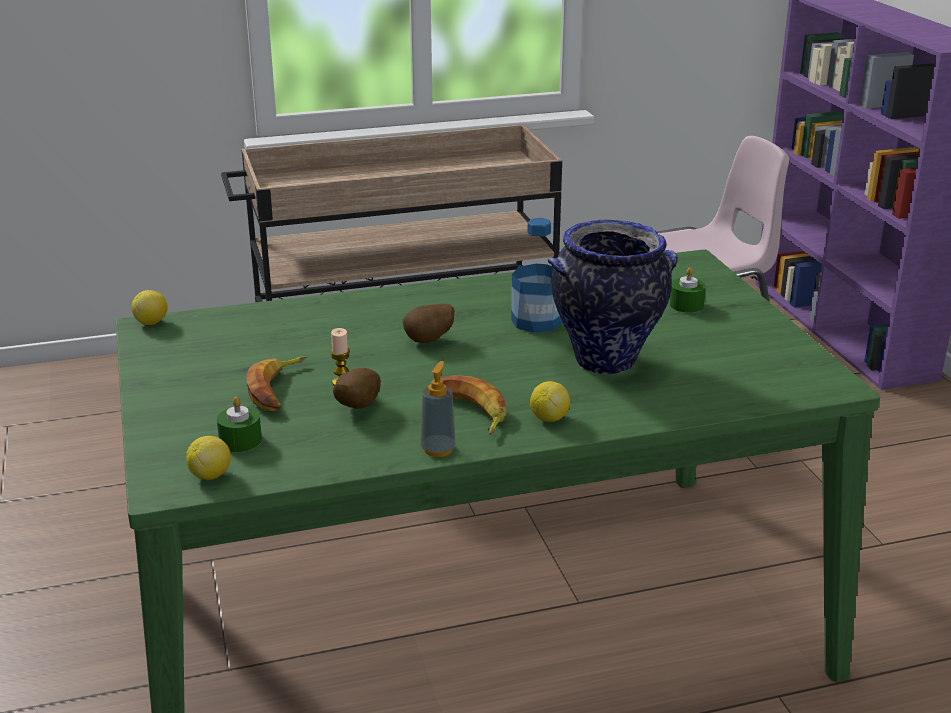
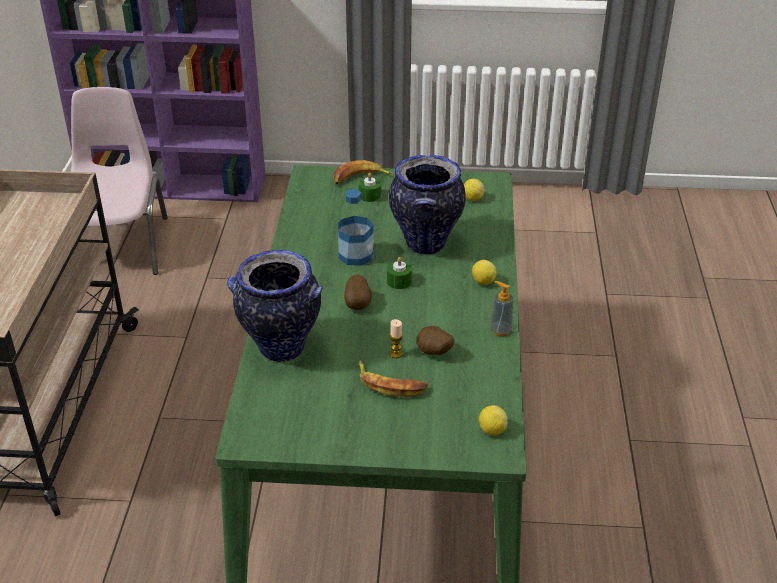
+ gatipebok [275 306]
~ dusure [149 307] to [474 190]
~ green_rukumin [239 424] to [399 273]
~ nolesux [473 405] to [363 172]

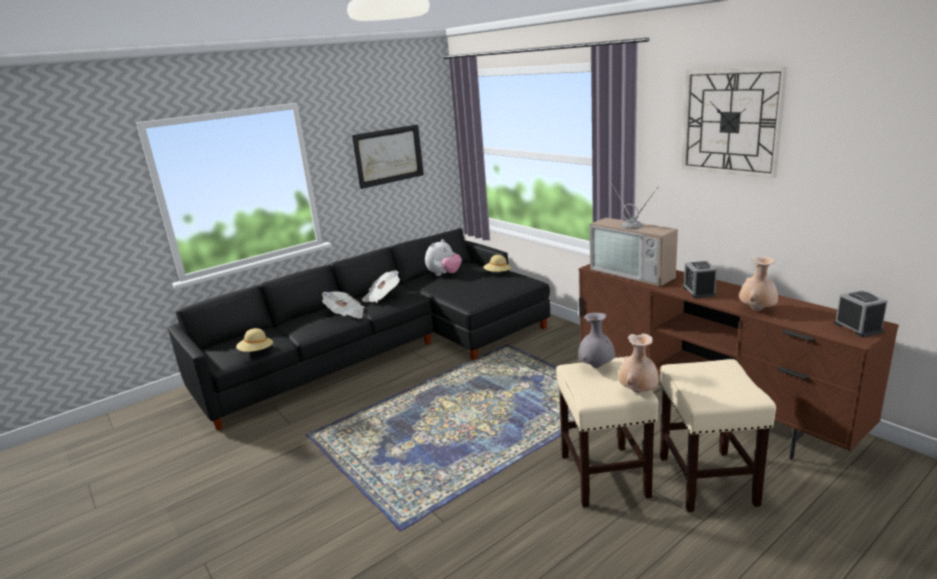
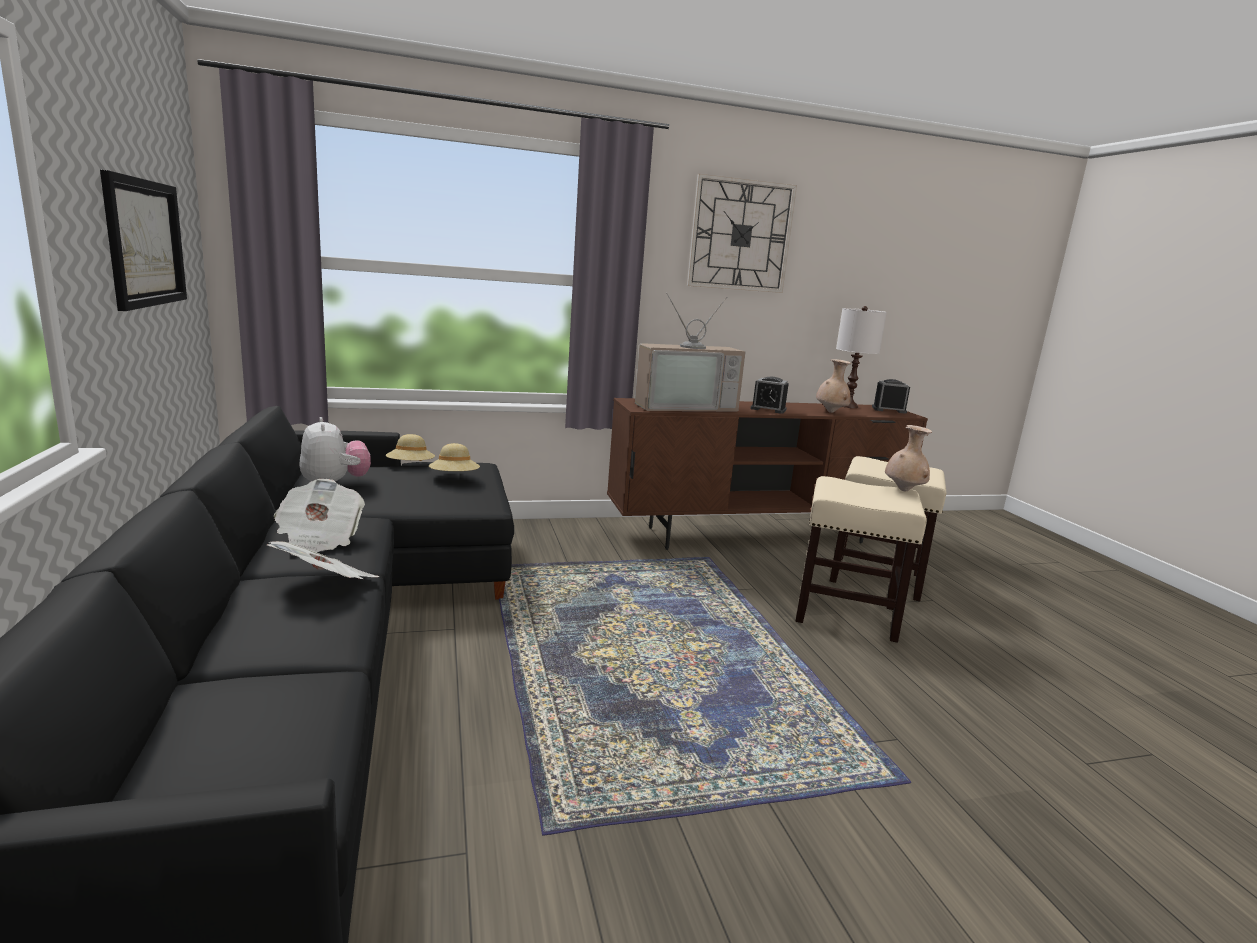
- grey_gatipebok [596 340]
+ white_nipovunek [861 357]
~ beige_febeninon [255 340] to [454 457]

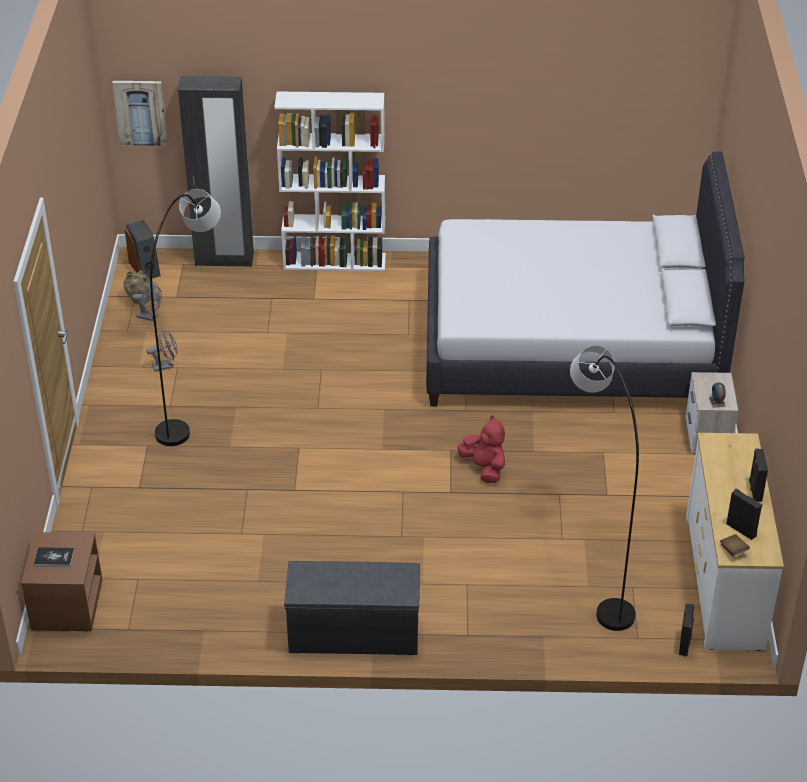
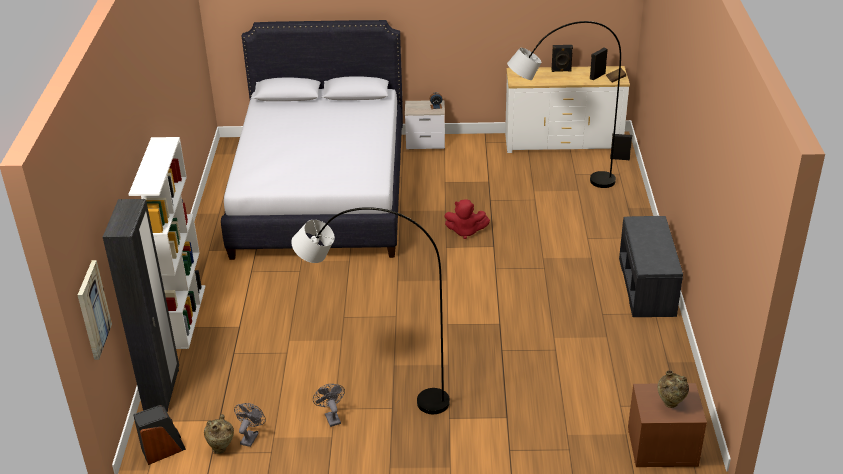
~ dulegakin [54 557] to beige_gatipebok [673 389]
~ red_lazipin [481 449] = [467 219] 135 degrees counterclockwise

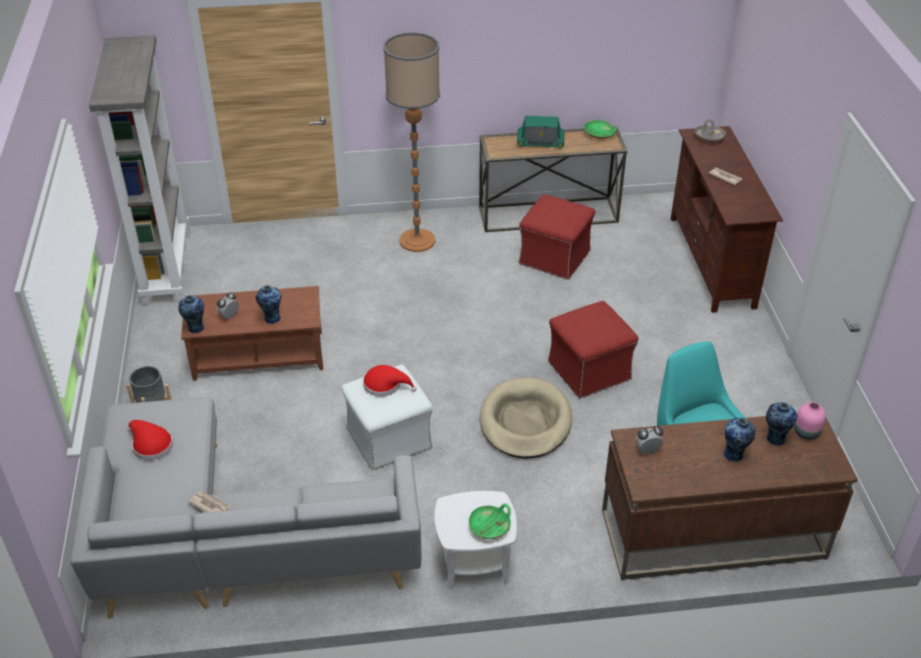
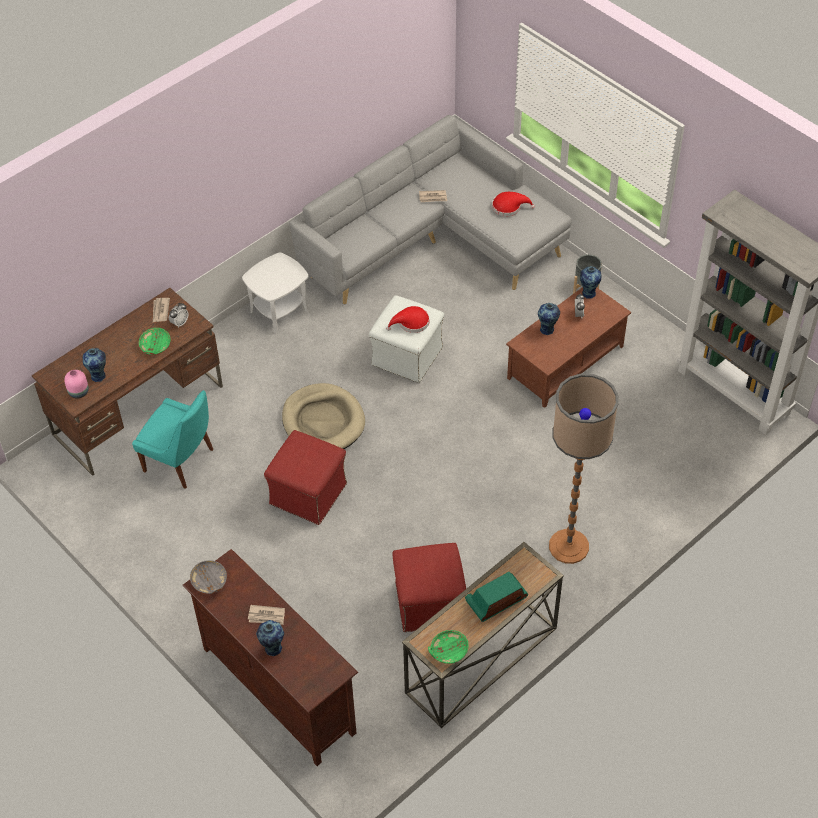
+ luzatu [161 310]
~ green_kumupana [490 521] to [155 341]
~ grey_kumupana [710 130] to [208 577]
~ gatipebok [739 440] to [270 638]

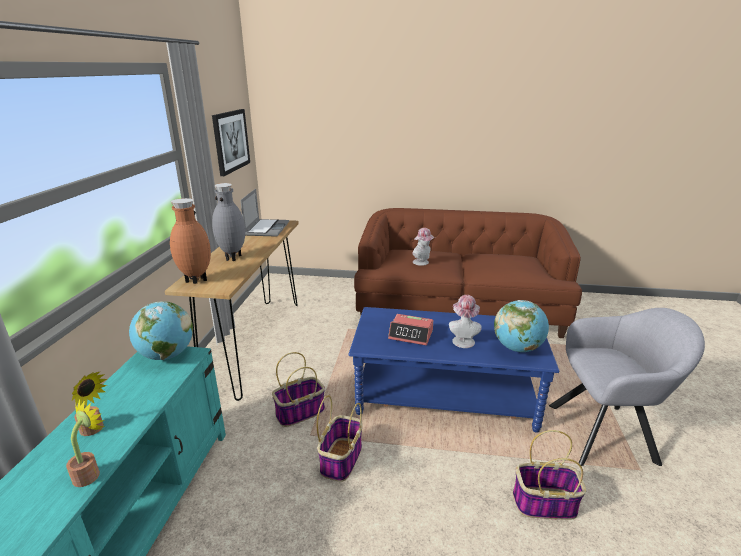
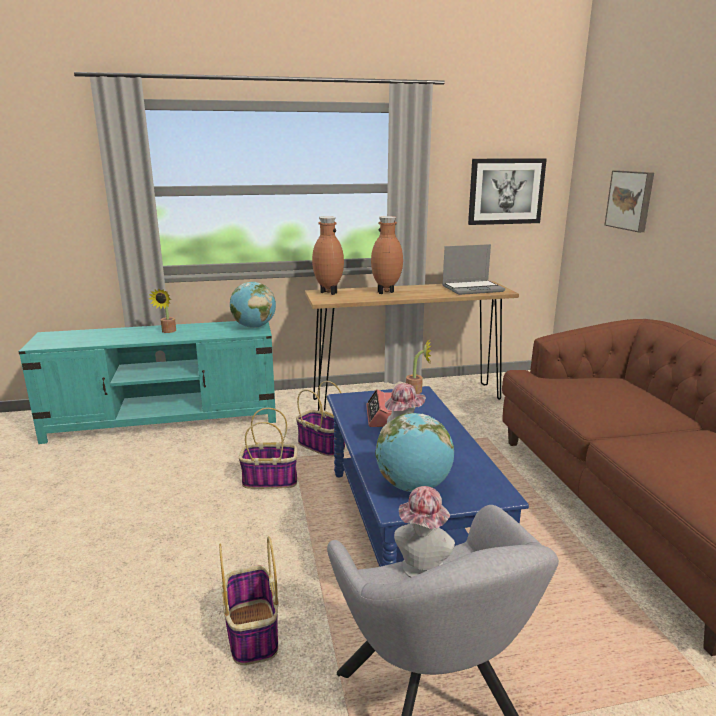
+ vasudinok [629 201]
~ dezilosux [85 443] to [419 366]
~ febeninon [423 247] to [424 532]
~ grey_gatipebok [228 222] to brown_gatipebok [387 255]

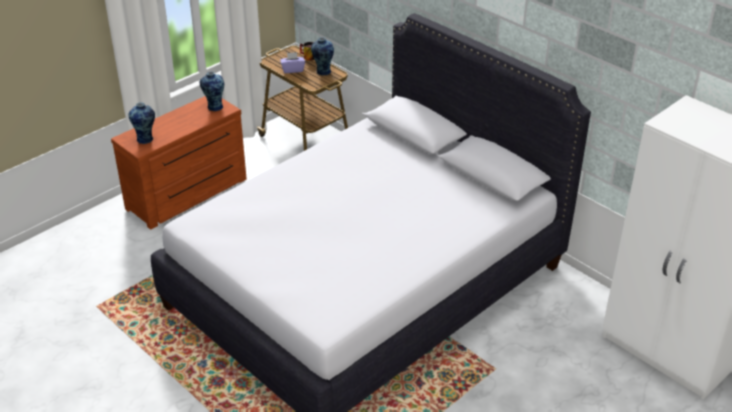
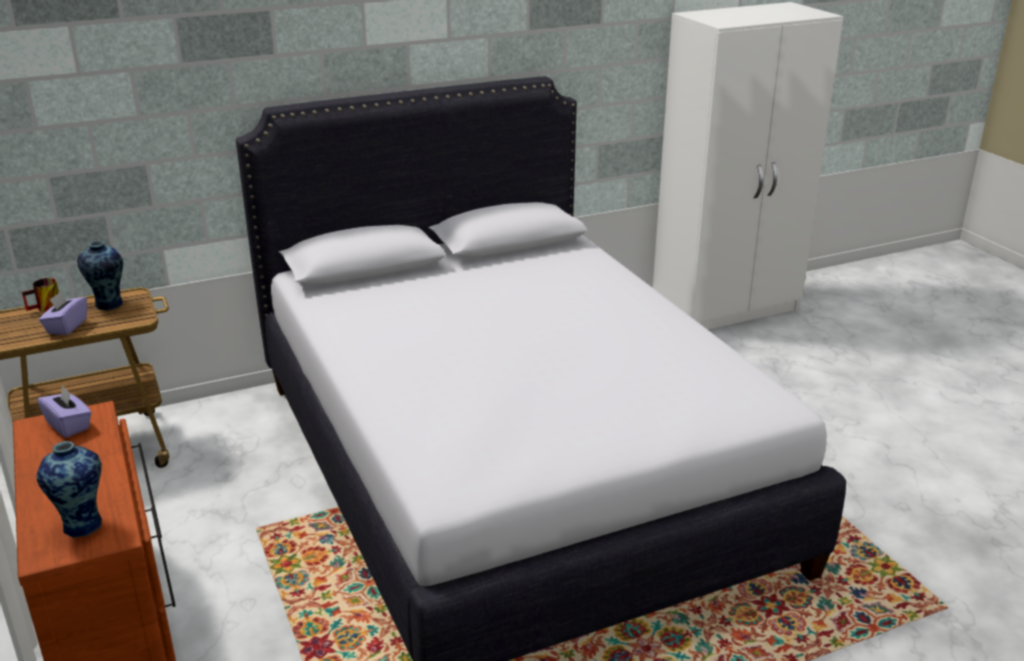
~ gatipebok [212 91] to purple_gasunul [64 411]

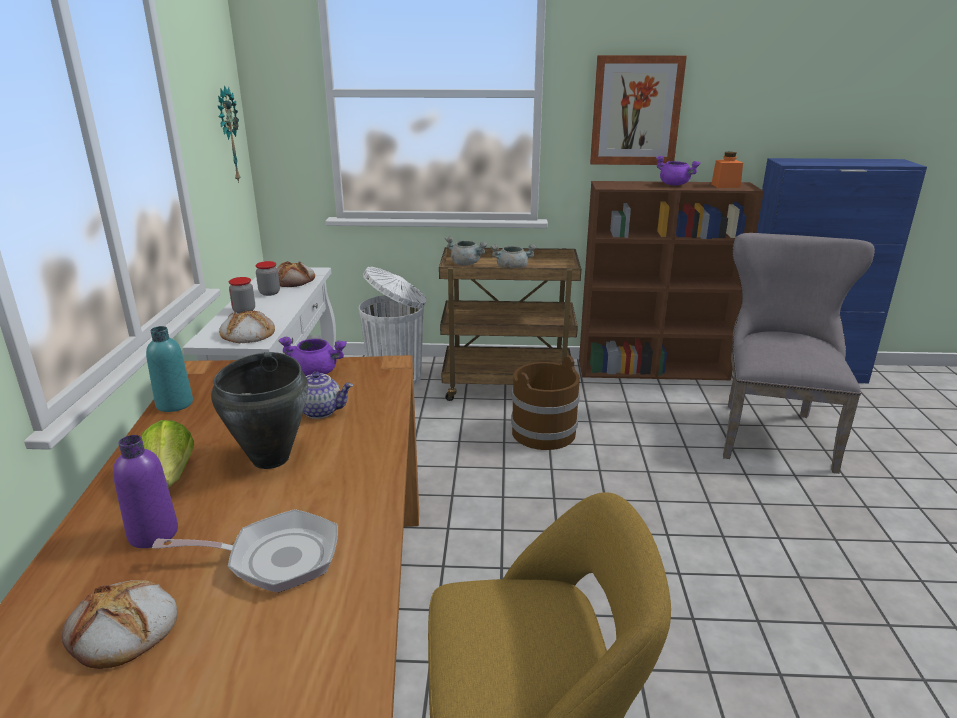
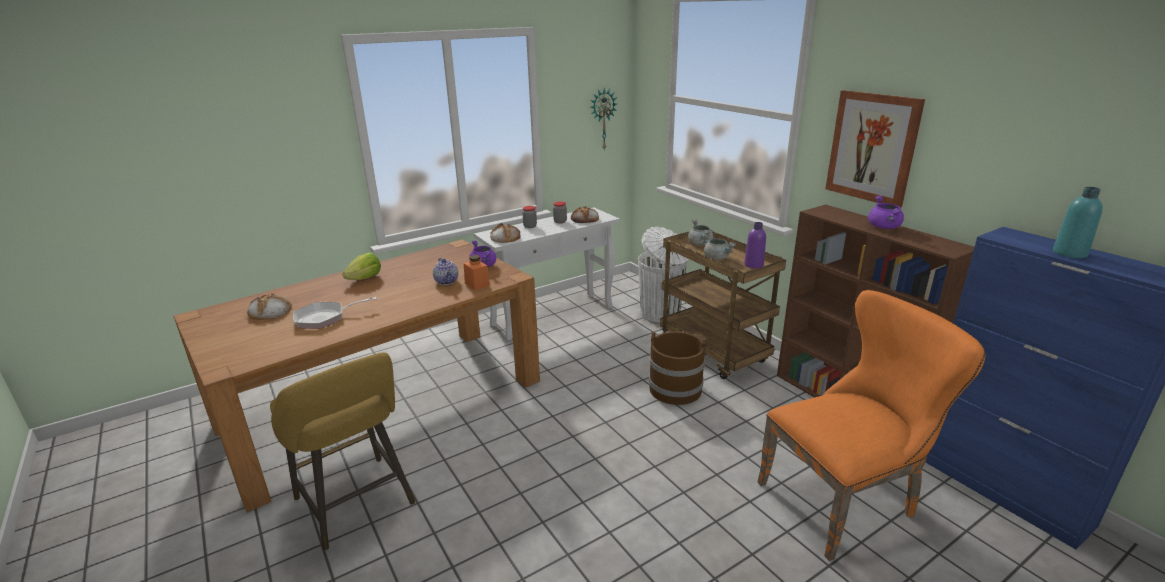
- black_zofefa [259 410]
~ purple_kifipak [145 491] to [755 245]
~ turquoise_kifipak [169 369] to [1078 222]
~ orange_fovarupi [727 170] to [477 272]
~ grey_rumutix [799 353] to orange_rumutix [871 425]
~ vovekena [245 551] = [335 313] 105 degrees clockwise

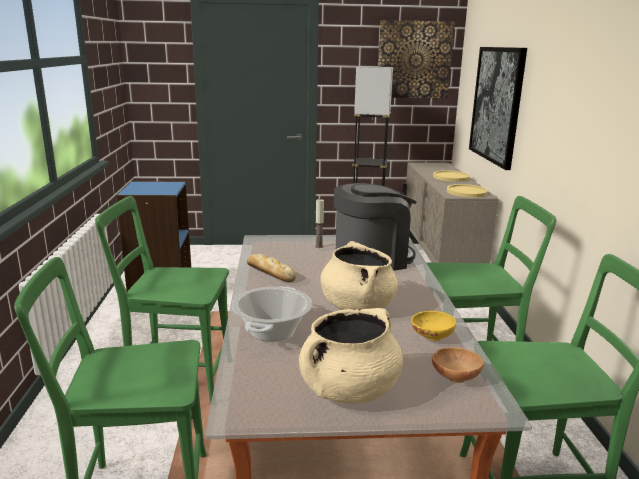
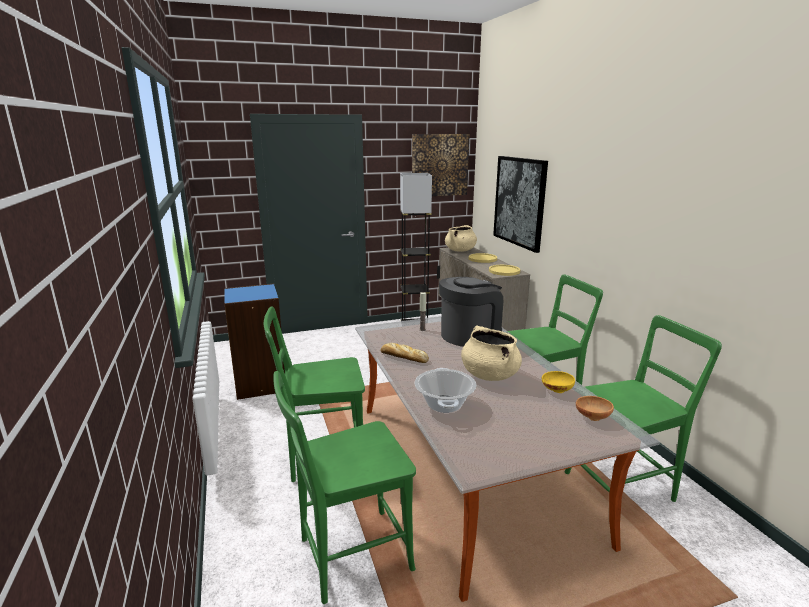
~ beige_zofefa [351 356] to [461 238]

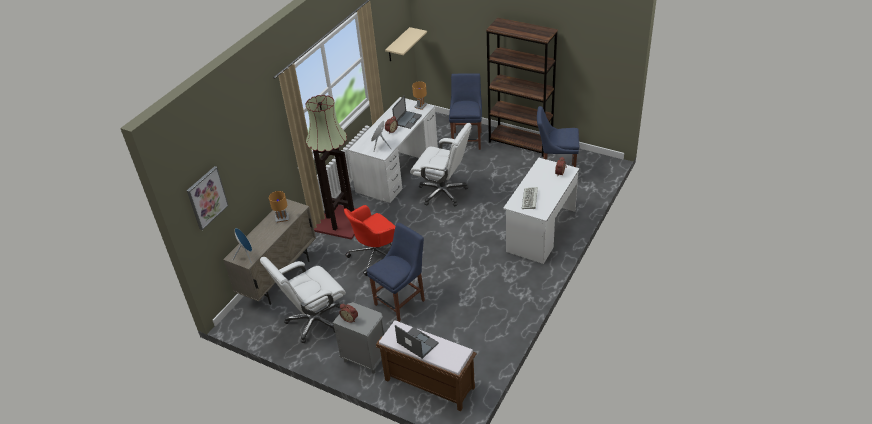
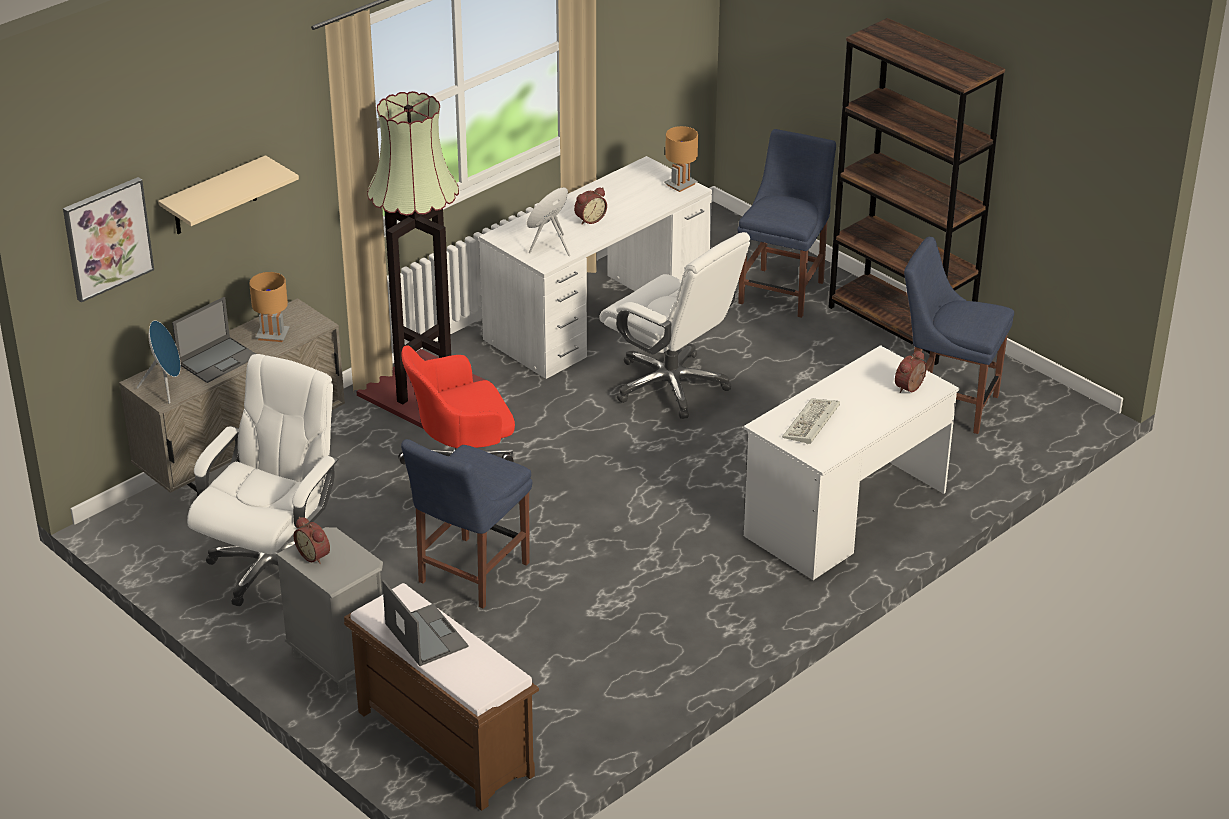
~ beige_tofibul [406 44] to [228 194]
~ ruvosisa [407 112] to [214 340]
~ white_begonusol [303 300] = [263 480] 135 degrees clockwise
~ blue_rumutix [396 272] = [466 523] 150 degrees clockwise

